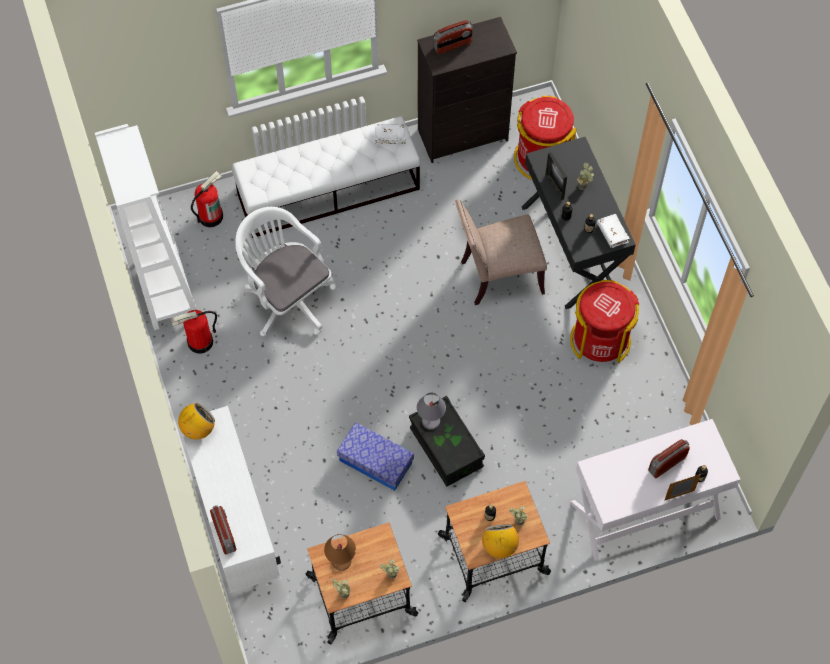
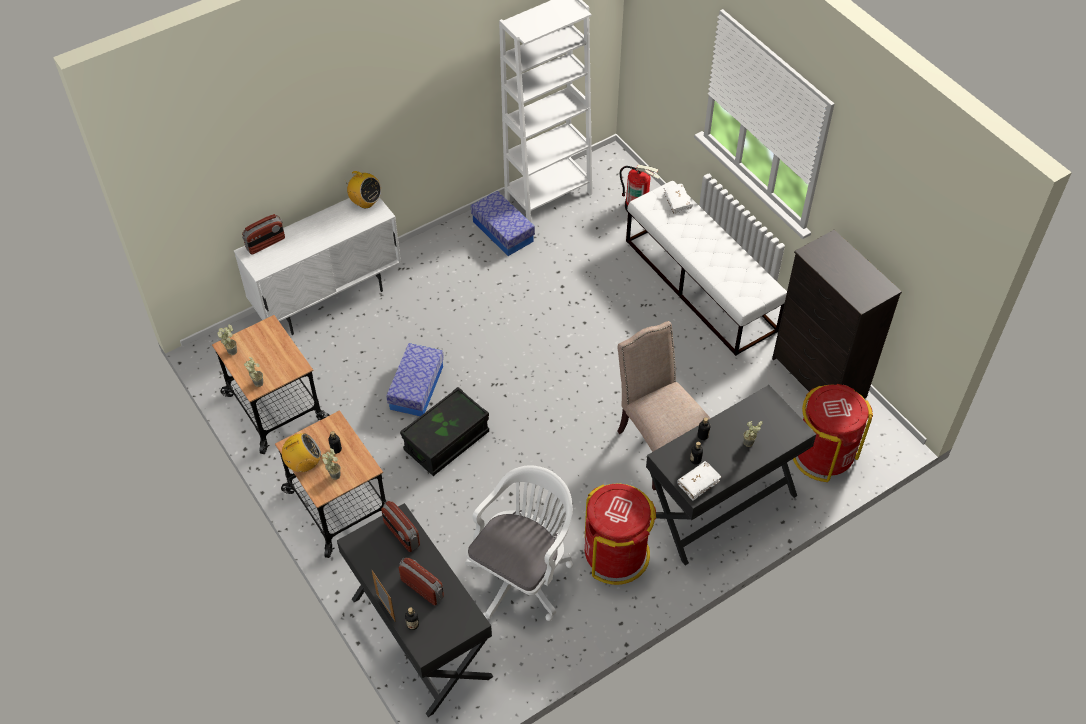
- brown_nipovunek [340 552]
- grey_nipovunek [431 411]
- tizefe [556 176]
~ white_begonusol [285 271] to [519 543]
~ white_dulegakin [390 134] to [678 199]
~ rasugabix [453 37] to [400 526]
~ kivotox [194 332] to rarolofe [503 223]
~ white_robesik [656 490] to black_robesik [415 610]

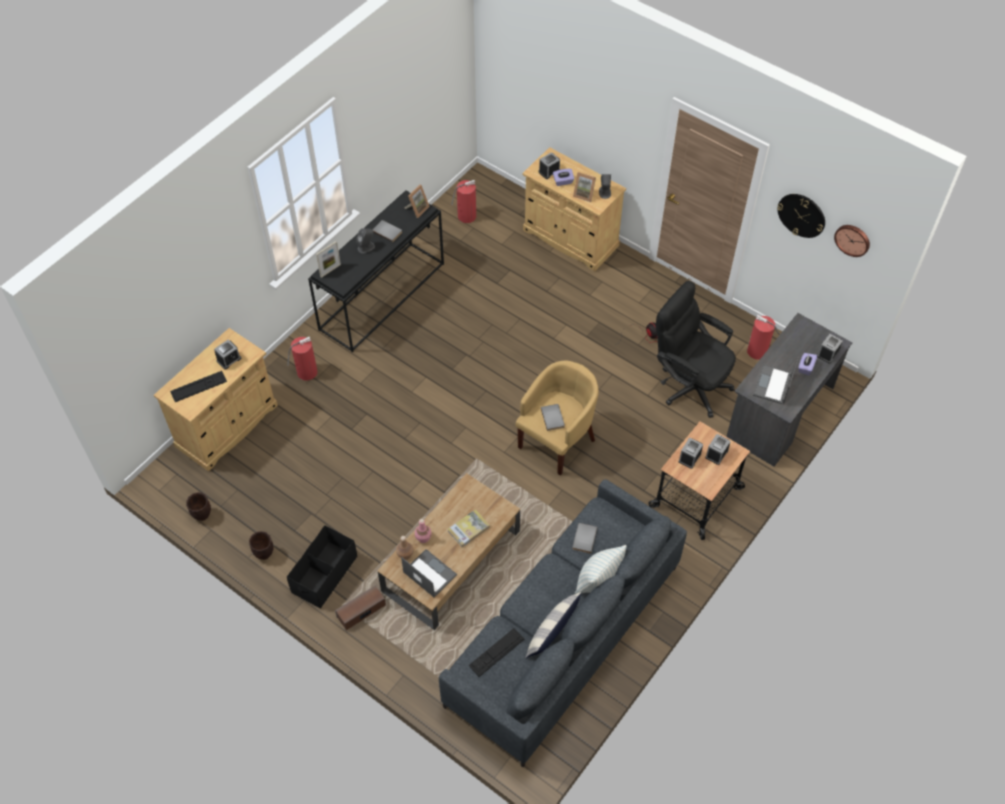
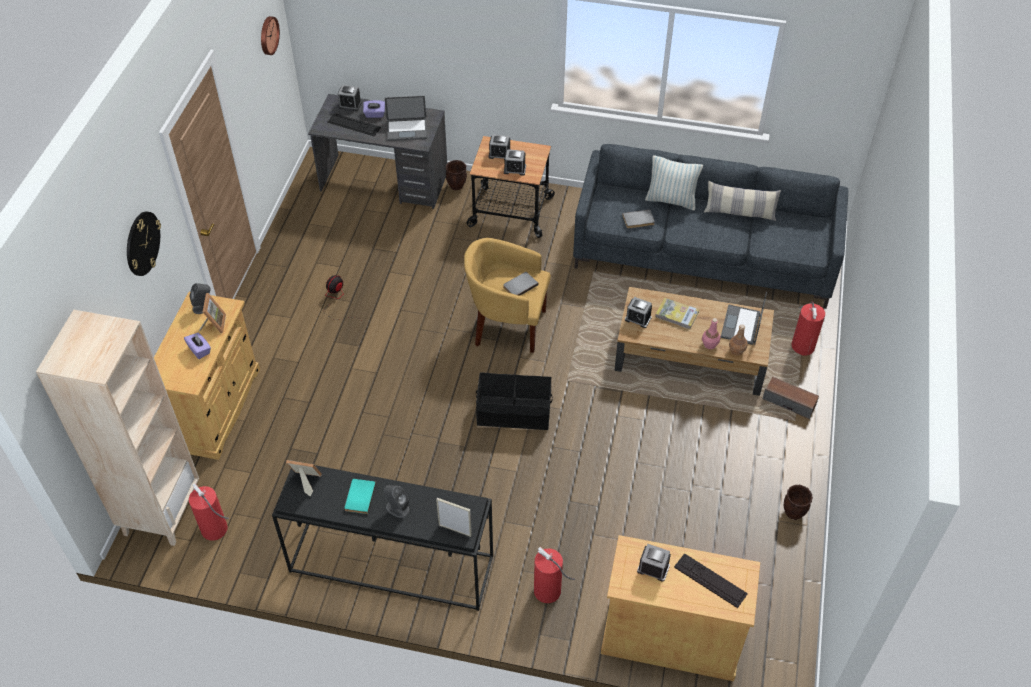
- black_begonusol [696 349]
+ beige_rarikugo [117 428]
~ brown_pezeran [198 506] to [456 175]
~ black_rarolofe [322 567] to [514 401]
~ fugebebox [496 652] to [354 124]
~ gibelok [549 165] to [638 312]
~ kivotox [763 337] to [808 328]
~ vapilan [801 216] to [144 243]
~ grey_dulegakin [387 231] to turquoise_dulegakin [360 496]

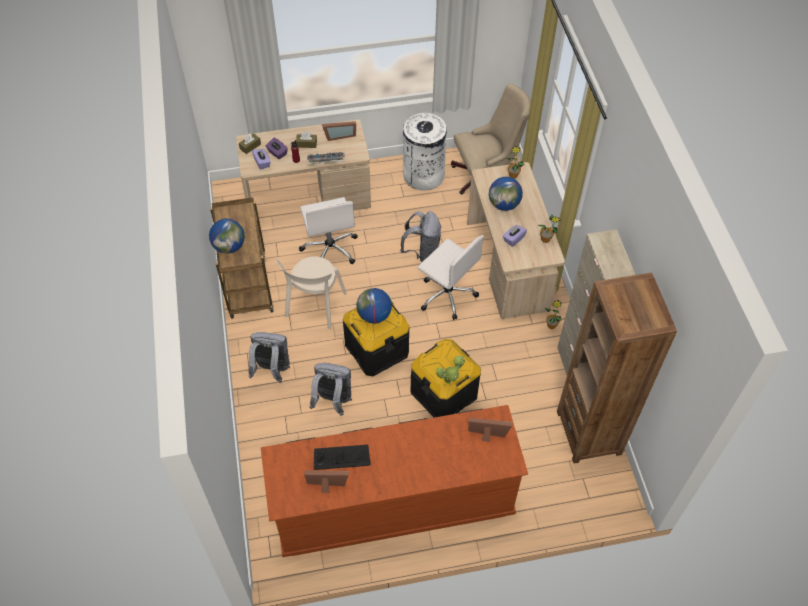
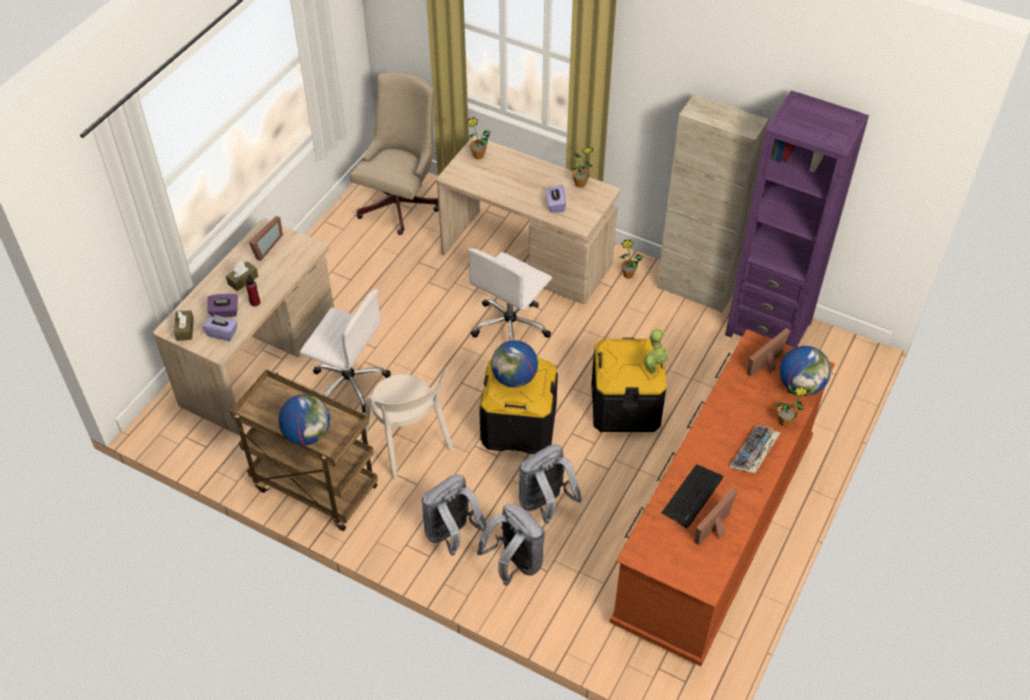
- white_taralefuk [425 152]
+ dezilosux [791 406]
~ fugebebox [326 158] to [755 449]
~ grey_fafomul [421 236] to [511 545]
~ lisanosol [506 194] to [805 371]
~ brown_rarikugo [617 368] to purple_rarikugo [797 219]
~ white_begonusol [451 277] = [510 294] 135 degrees clockwise

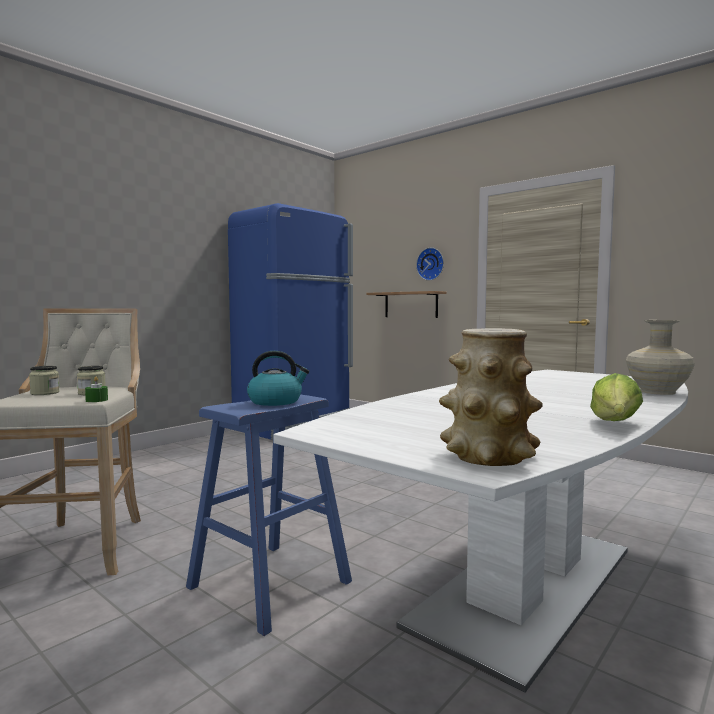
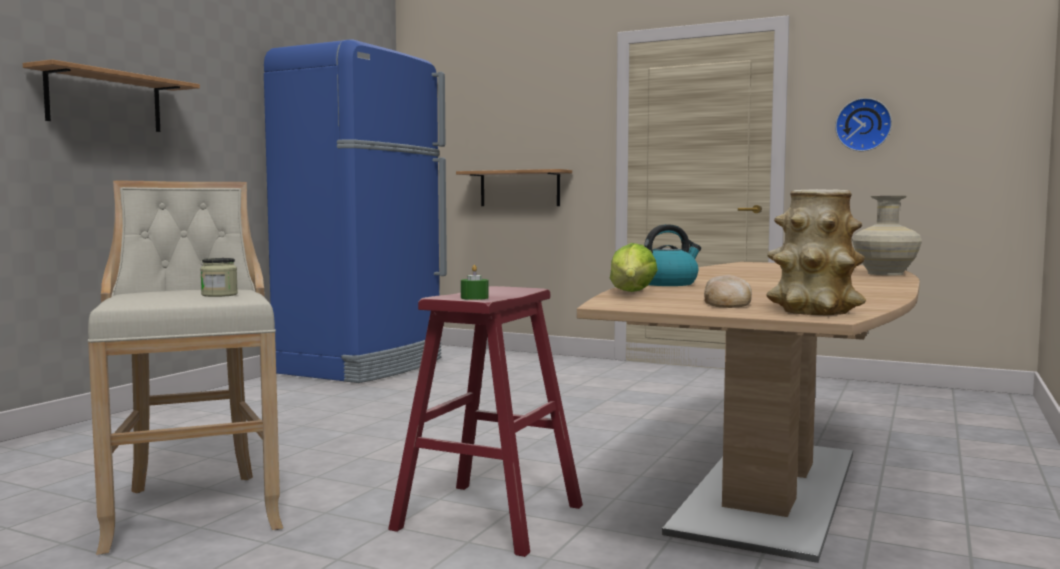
- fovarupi [44 380]
+ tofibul [111 95]
+ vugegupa [728 291]
~ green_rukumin [96 389] to [475 282]
~ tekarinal [278 378] to [672 255]
~ vapilan [430 264] to [863 124]
~ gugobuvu [616 397] to [634 267]
~ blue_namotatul [269 515] to red_namotatul [485 421]
~ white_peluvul [480 531] to brown_peluvul [748 412]

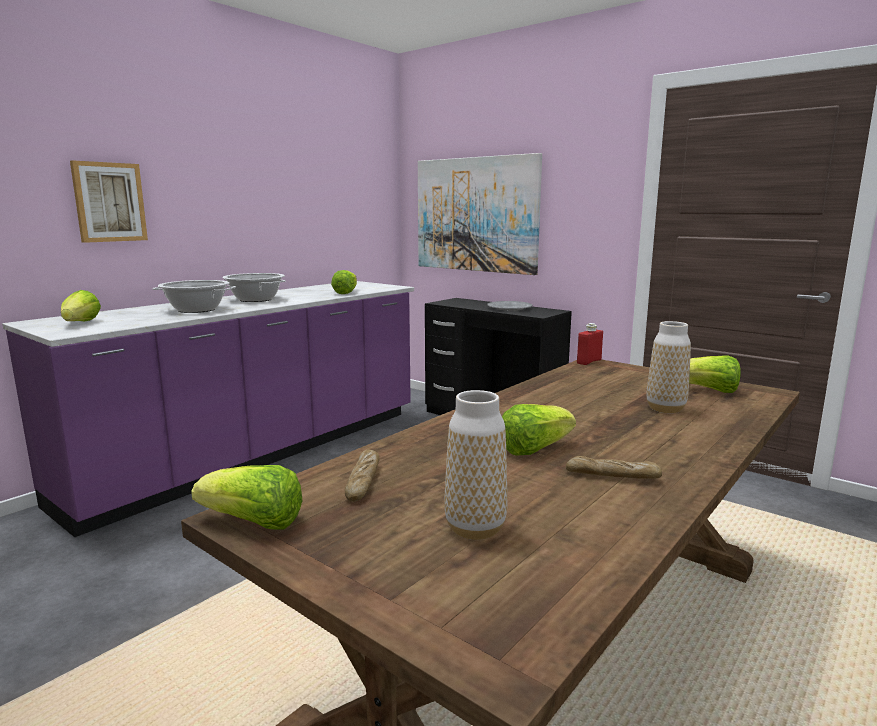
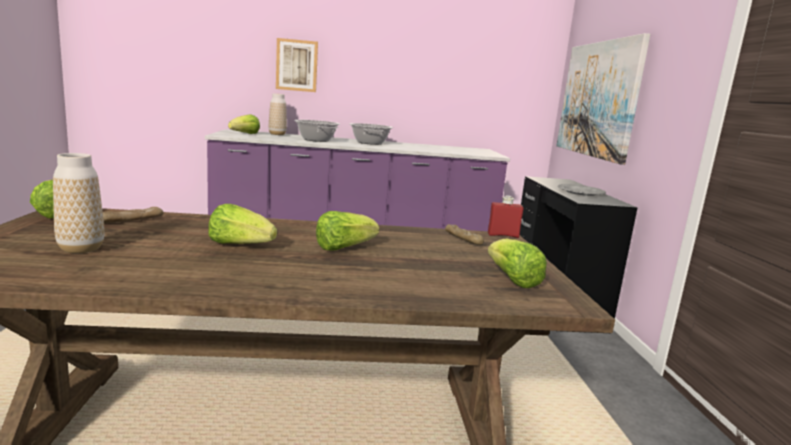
~ gugobuvu [344 282] to [347 231]
~ vugegupa [614 467] to [464 234]
~ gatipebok [669 367] to [278 114]

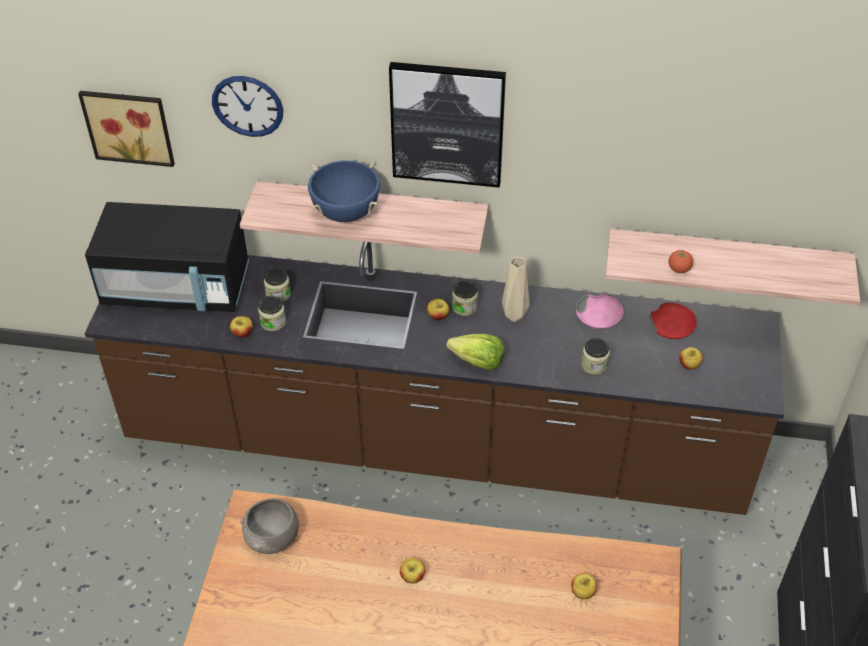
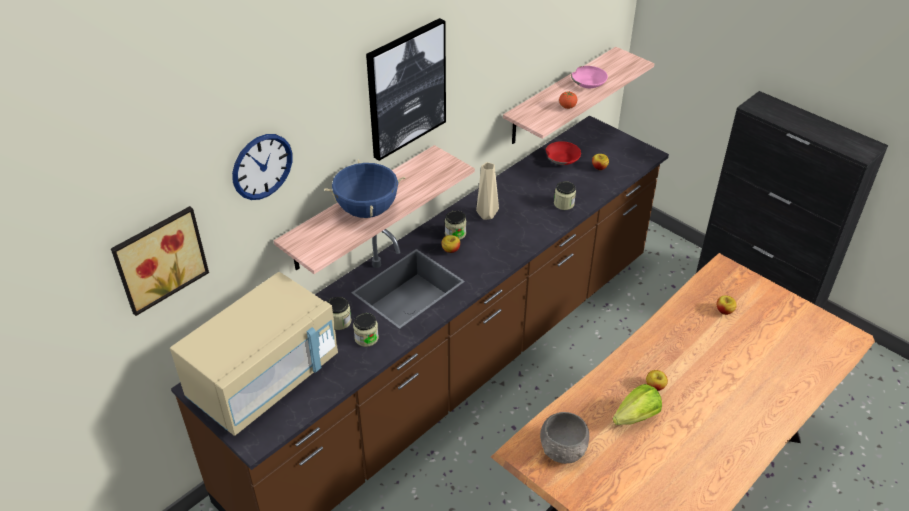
- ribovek [241 327]
~ gugobuvu [475 352] to [637 404]
~ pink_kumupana [600 311] to [589 77]
~ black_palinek [167 257] to beige_palinek [254 354]

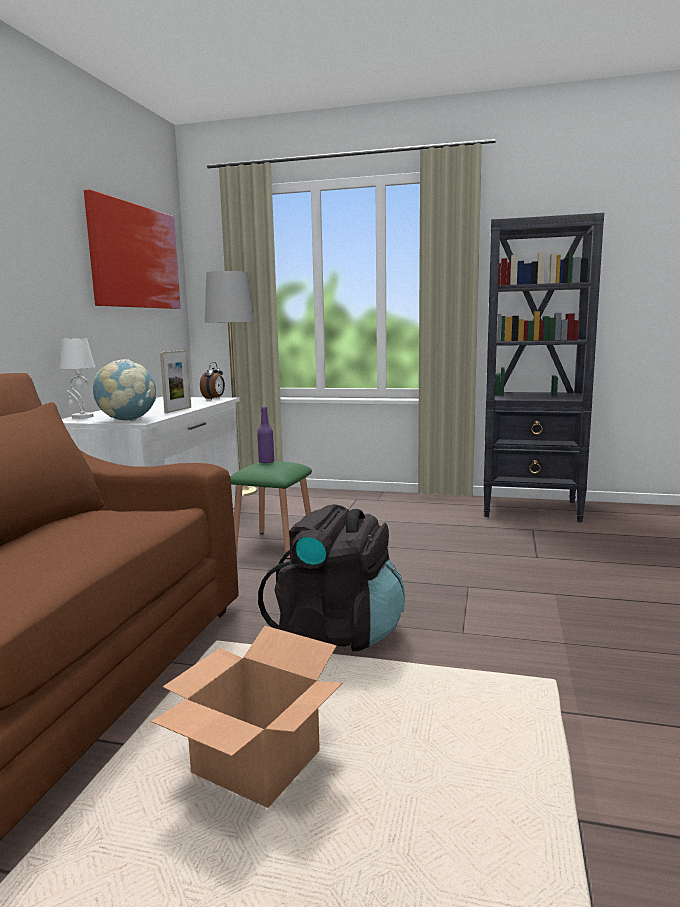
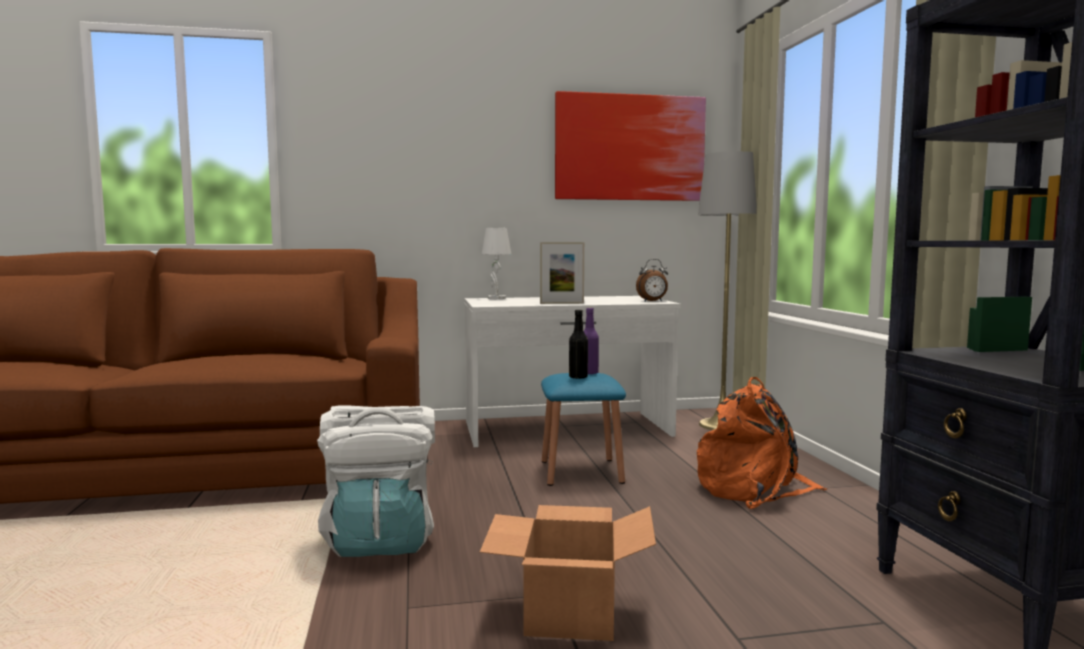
- lisanosol [124 390]
+ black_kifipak [578 344]
+ orange_fafomul [762 443]
~ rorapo [247 717] to [568 573]
~ green_namotatul [271 510] to blue_namotatul [583 429]
~ black_fafomul [331 577] to white_fafomul [376 481]

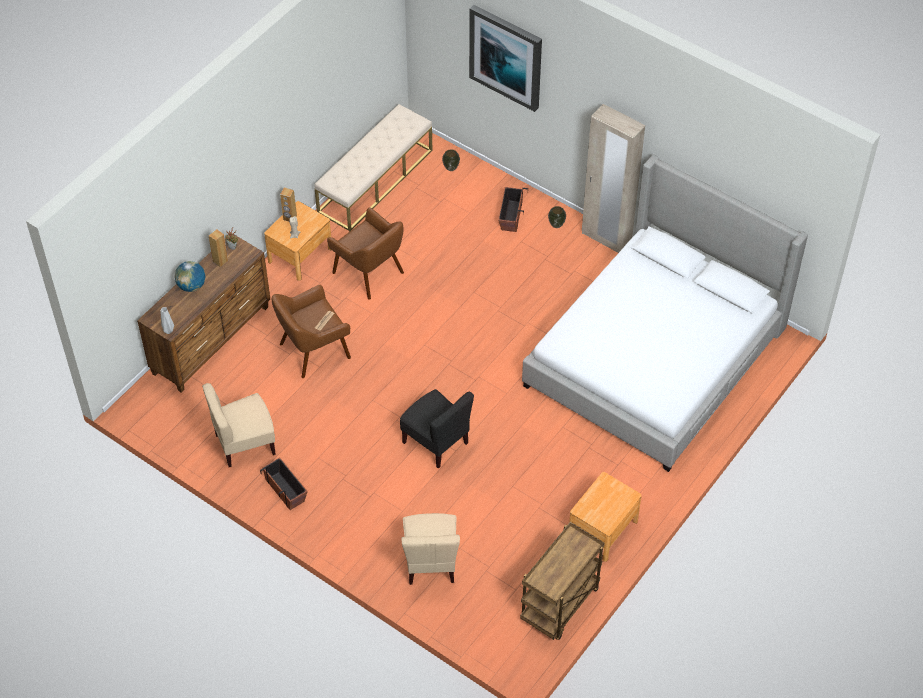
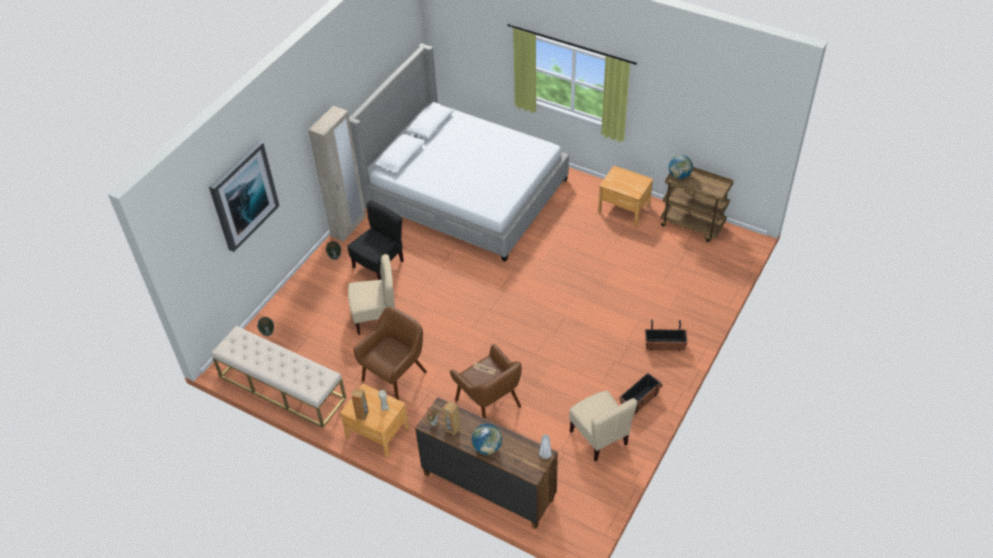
+ lisanosol [681 167]
~ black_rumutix [437 429] to [375 240]
~ beige_rumutix [430 549] to [371 294]
~ pezeran [513 209] to [666 335]

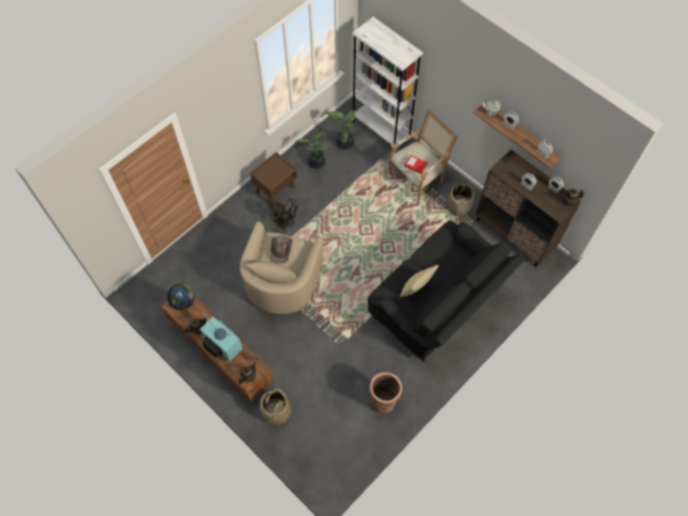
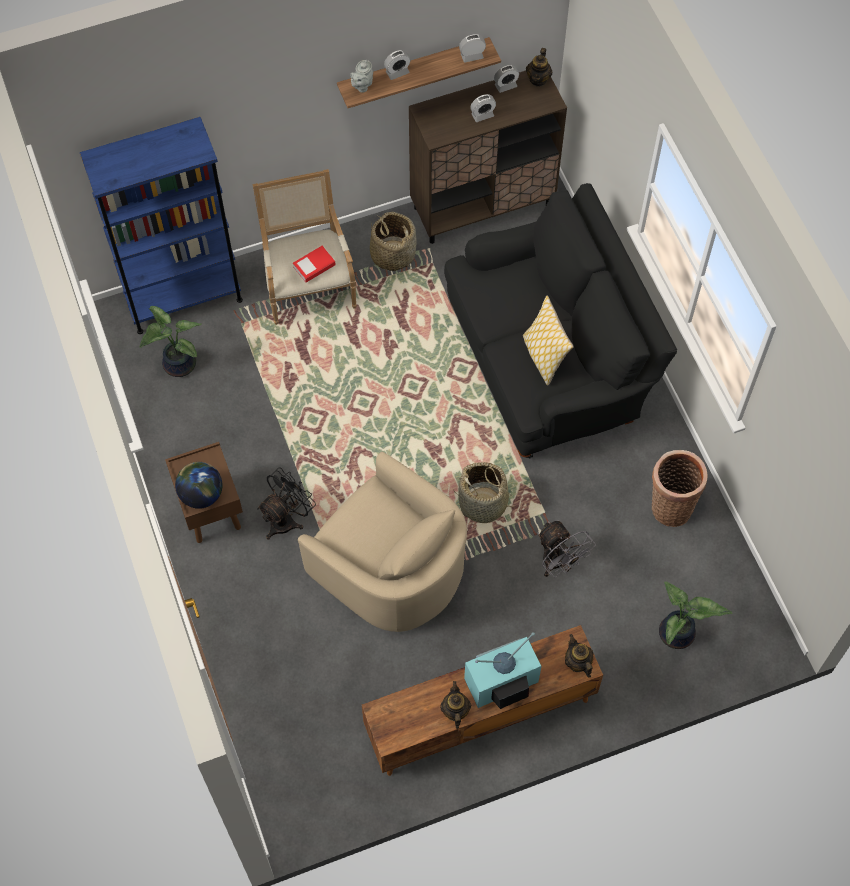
- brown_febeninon [281 249]
+ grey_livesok [566 549]
~ lisanosol [181 296] to [199 485]
~ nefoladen [275 407] to [483 492]
~ dezilosux [312 149] to [695 615]
~ white_rarikugo [387 85] to blue_rarikugo [161 225]

